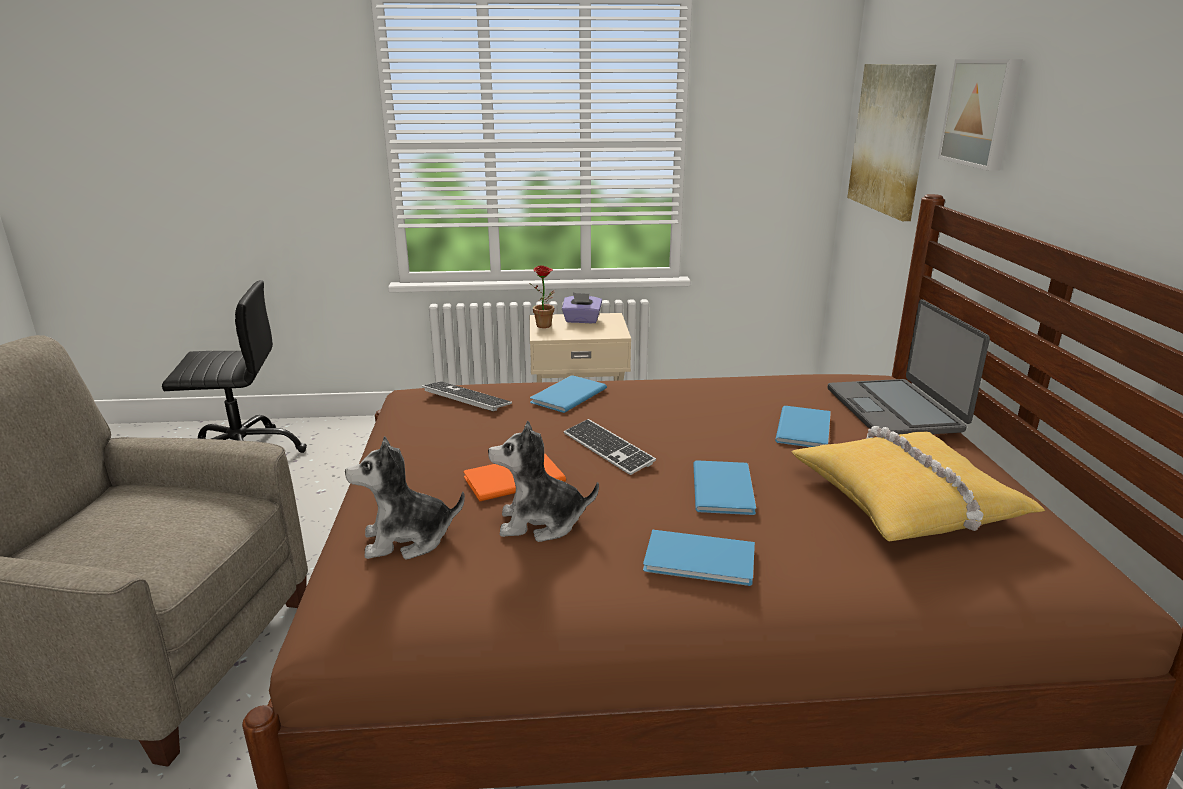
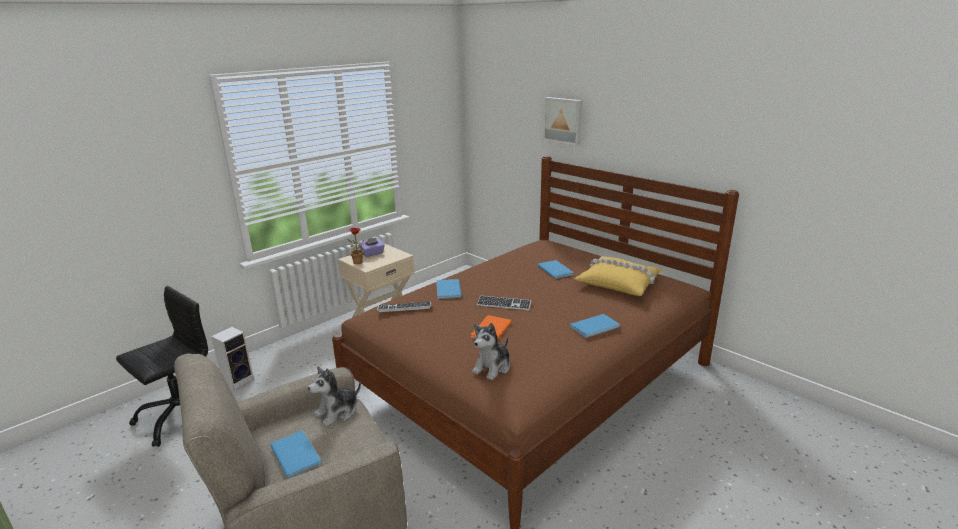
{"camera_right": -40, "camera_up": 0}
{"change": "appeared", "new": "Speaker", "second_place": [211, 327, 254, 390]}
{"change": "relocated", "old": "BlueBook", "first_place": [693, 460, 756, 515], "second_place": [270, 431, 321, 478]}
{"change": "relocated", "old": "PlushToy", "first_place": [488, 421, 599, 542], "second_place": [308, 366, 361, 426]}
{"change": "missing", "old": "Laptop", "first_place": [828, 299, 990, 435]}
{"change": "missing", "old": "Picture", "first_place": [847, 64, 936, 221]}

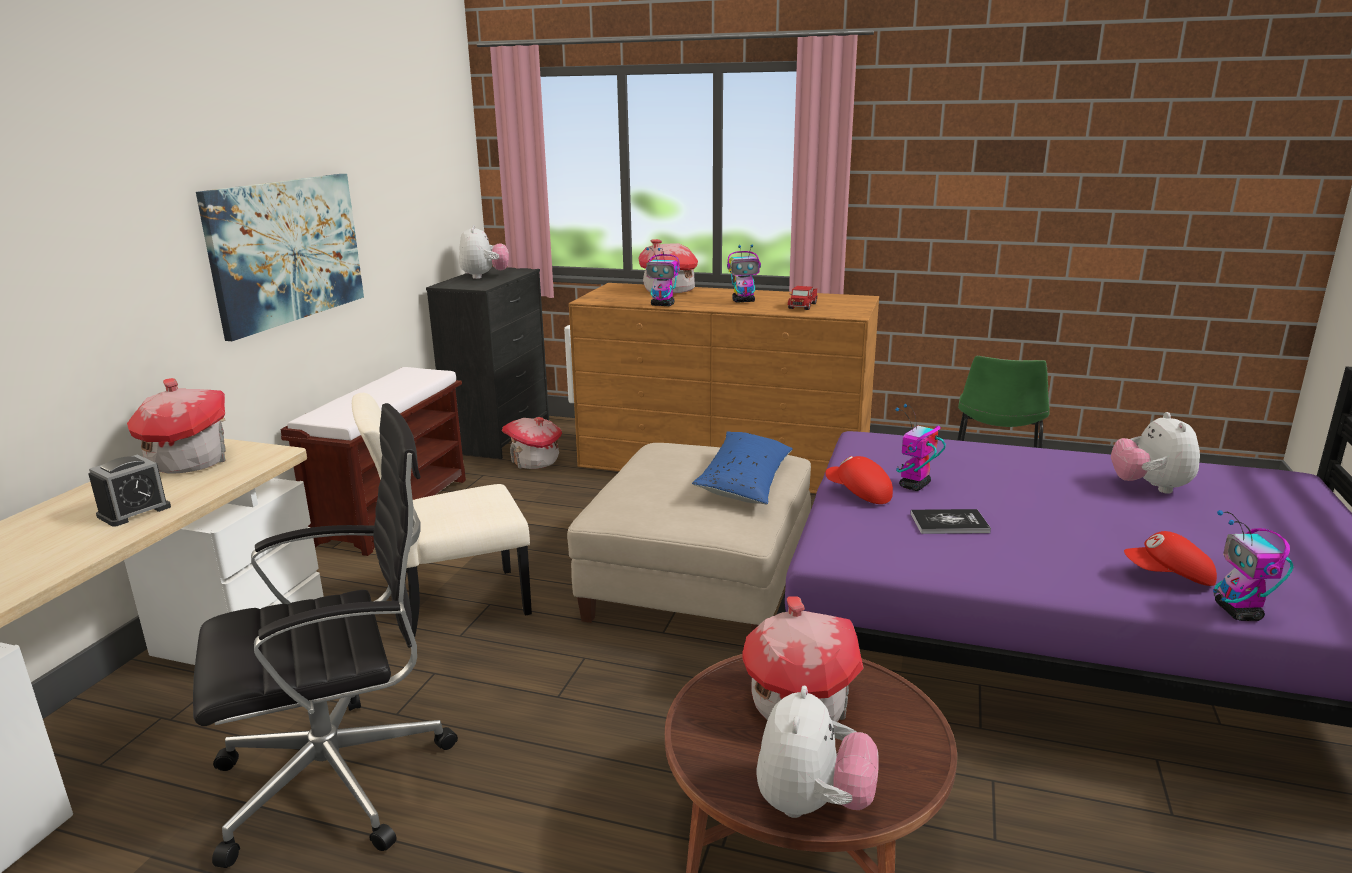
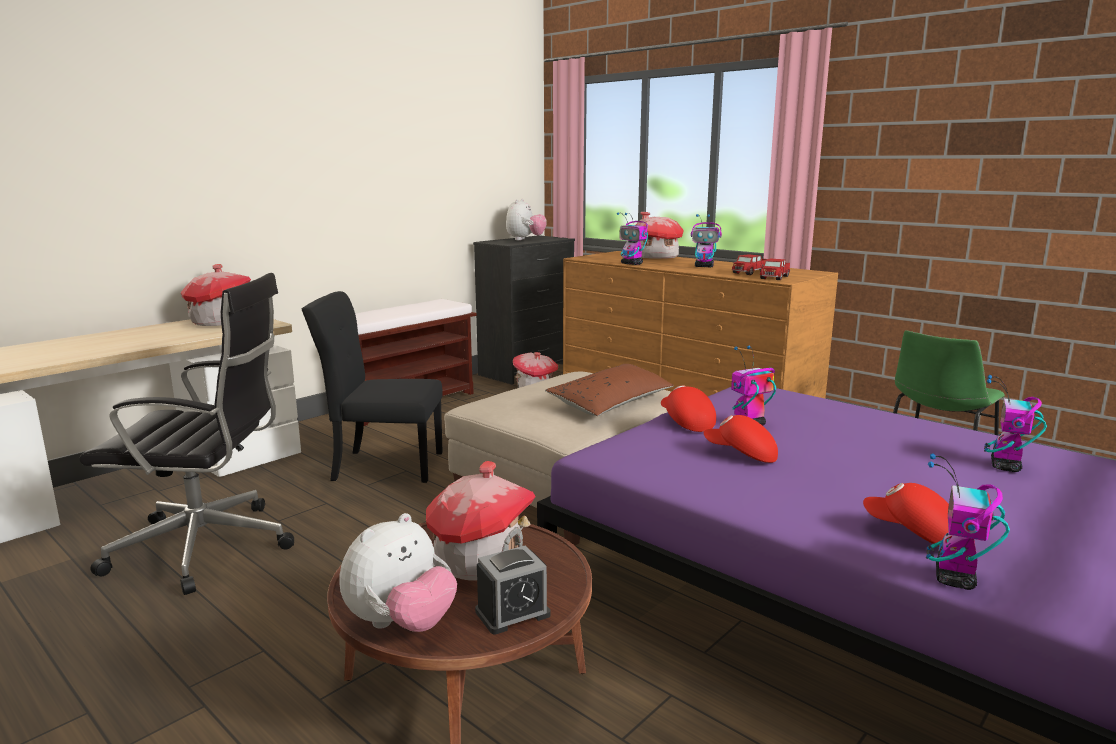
{"camera_right": 25, "camera_up": -5}
{"change": "colour", "old": "BeigeChair", "new": "BlackChair", "first_place": [352, 393, 532, 637], "second_place": [302, 291, 443, 483]}
{"change": "relocated", "old": "AlarmClock", "first_place": [88, 455, 171, 527], "second_place": [475, 545, 551, 634]}
{"change": "colour", "old": "BluePillow", "new": "BrownPillow", "first_place": [692, 431, 793, 504], "second_place": [545, 364, 674, 416]}
{"change": "exchanged", "old": "Book", "new": "RedCap", "first_place": [911, 509, 991, 534], "second_place": [704, 415, 778, 463]}
{"change": "appeared", "new": "ToyTruck", "second_place": [760, 258, 790, 280]}
{"change": "exchanged", "old": "PlushToy", "new": "ToyRobot", "first_place": [1111, 412, 1200, 494], "second_place": [984, 375, 1047, 472]}
{"change": "missing", "old": "Picture", "first_place": [196, 174, 364, 341]}

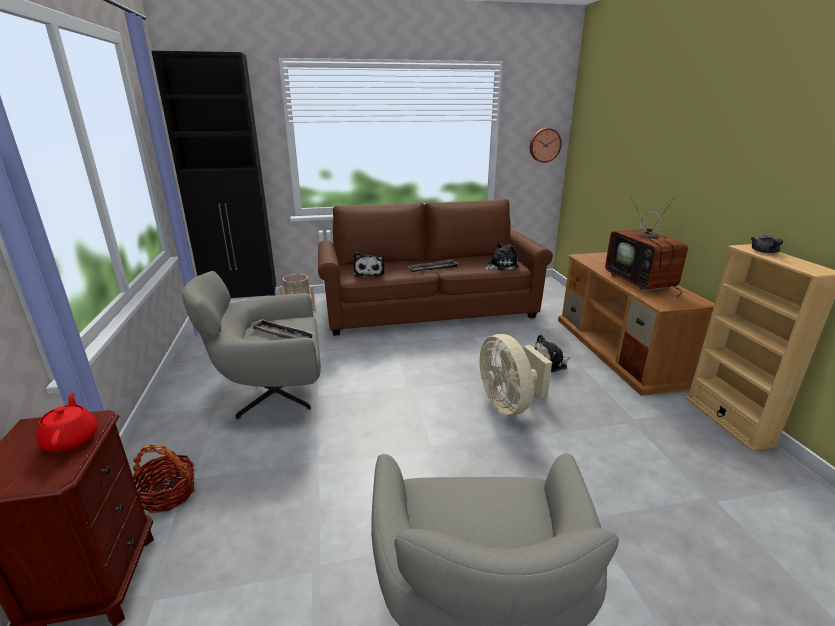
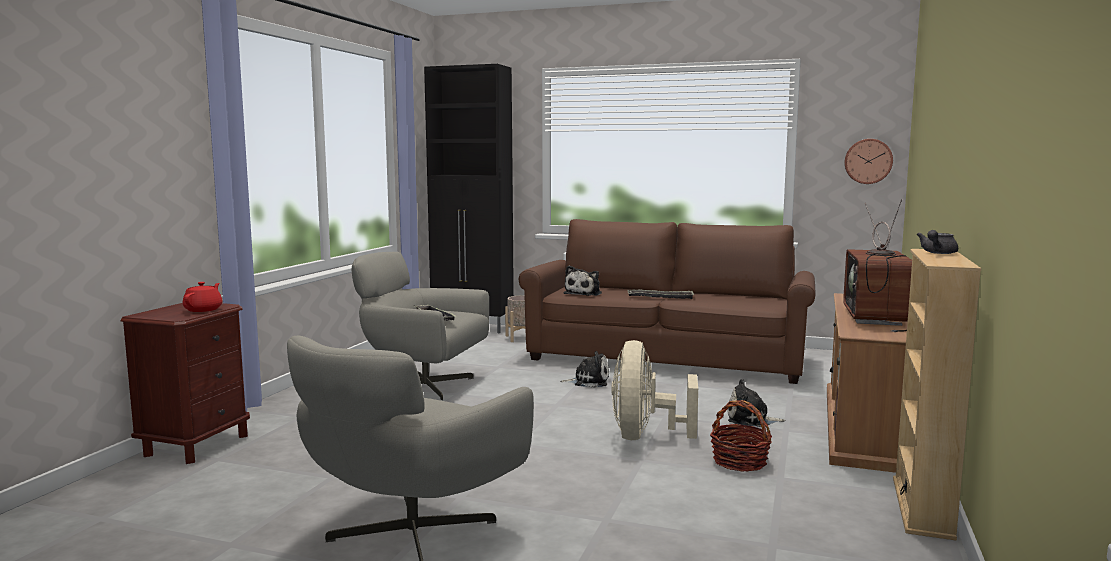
{"camera_right": 30, "camera_up": -15}
{"change": "relocated", "old": "PlushToy", "first_place": [484, 243, 519, 270], "second_place": [560, 351, 609, 388]}
{"change": "relocated", "old": "Basket", "first_place": [133, 445, 195, 514], "second_place": [710, 400, 772, 472]}

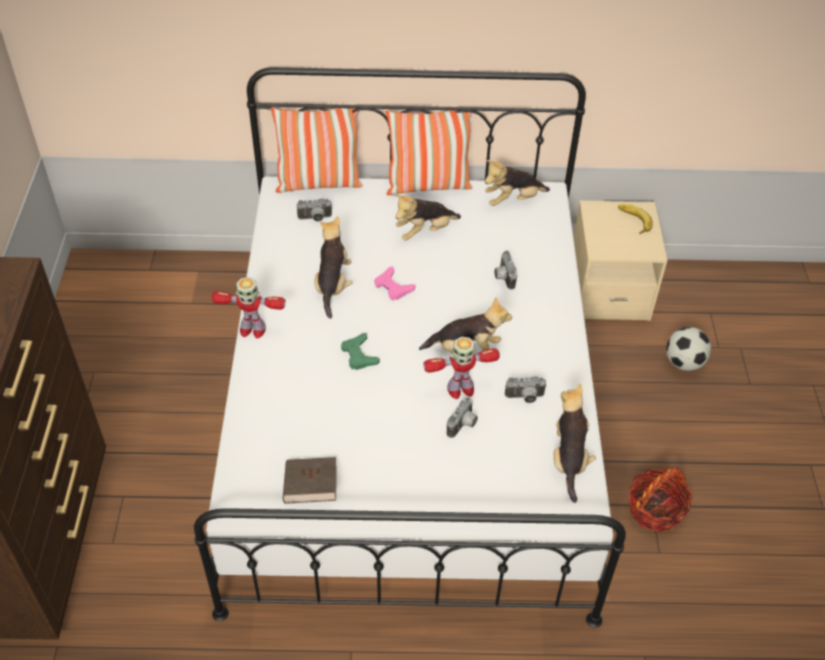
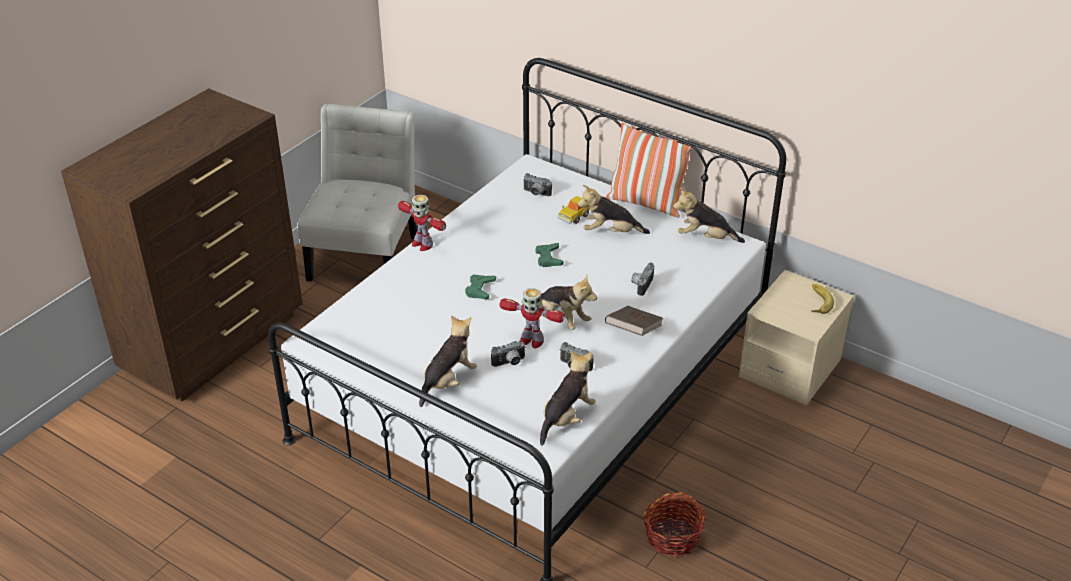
{"camera_right": 35, "camera_up": -10}
{"change": "appeared", "new": "WhiteChair", "second_place": [297, 104, 417, 282]}
{"change": "relocated", "old": "PlushToy", "first_place": [315, 216, 353, 319], "second_place": [419, 316, 477, 407]}
{"change": "colour", "old": "PinkGameController", "new": "GreenGameController", "first_place": [374, 266, 415, 301], "second_place": [535, 243, 564, 267]}
{"change": "appeared", "new": "ToyCar", "second_place": [558, 196, 590, 224]}
{"change": "relocated", "old": "BrownBook", "first_place": [283, 457, 336, 504], "second_place": [605, 306, 663, 336]}
{"change": "missing", "old": "Pillow", "first_place": [271, 108, 363, 193]}
{"change": "missing", "old": "Football", "first_place": [666, 327, 711, 371]}

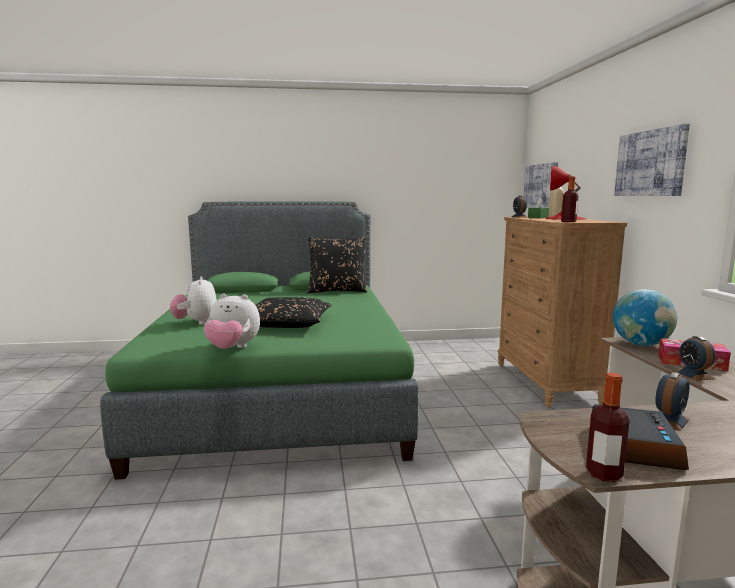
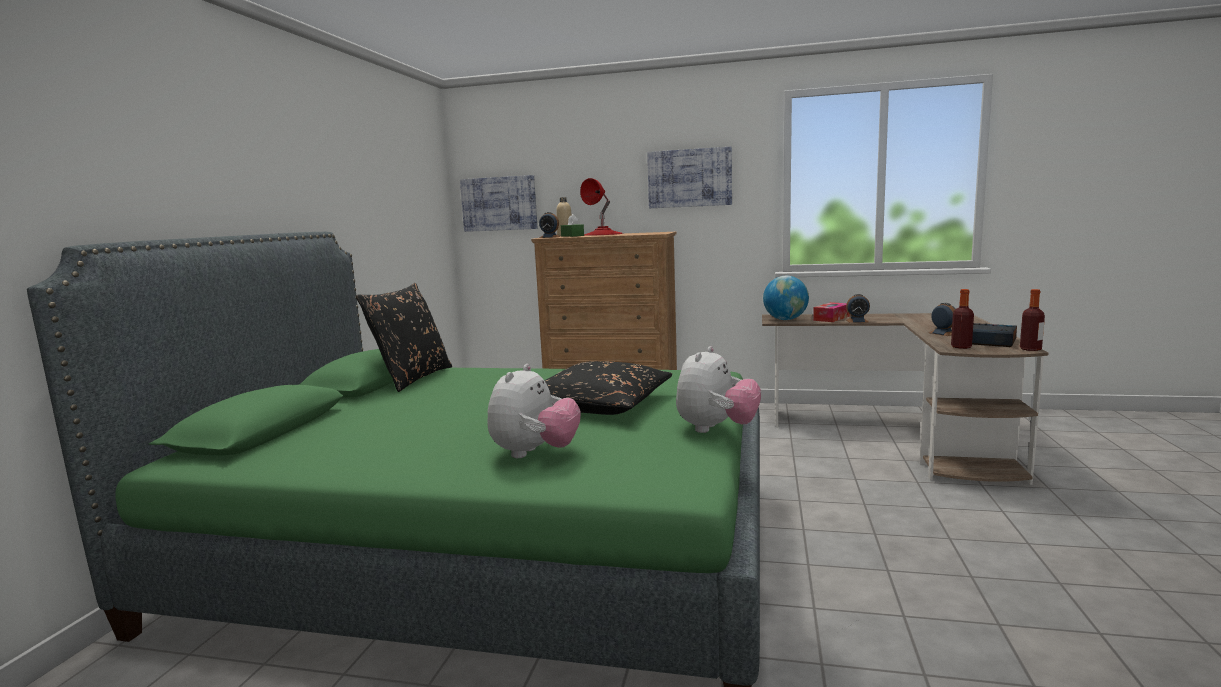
{"camera_right": -70, "camera_up": 0}
{"change": "spun", "old": "PlushToy", "first_place": [170, 277, 217, 325], "second_place": [487, 364, 581, 458], "degrees": -75}
{"change": "relocated", "old": "Bottle", "first_place": [561, 177, 578, 222], "second_place": [951, 289, 974, 349]}

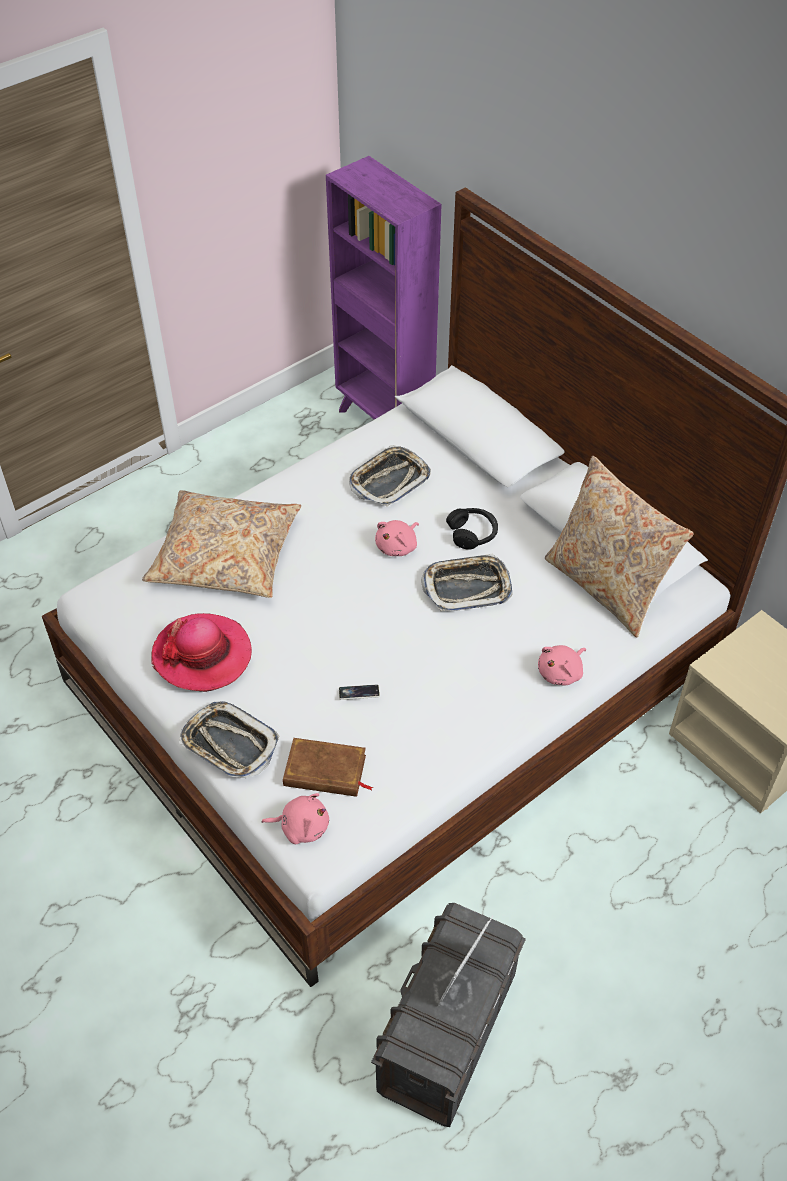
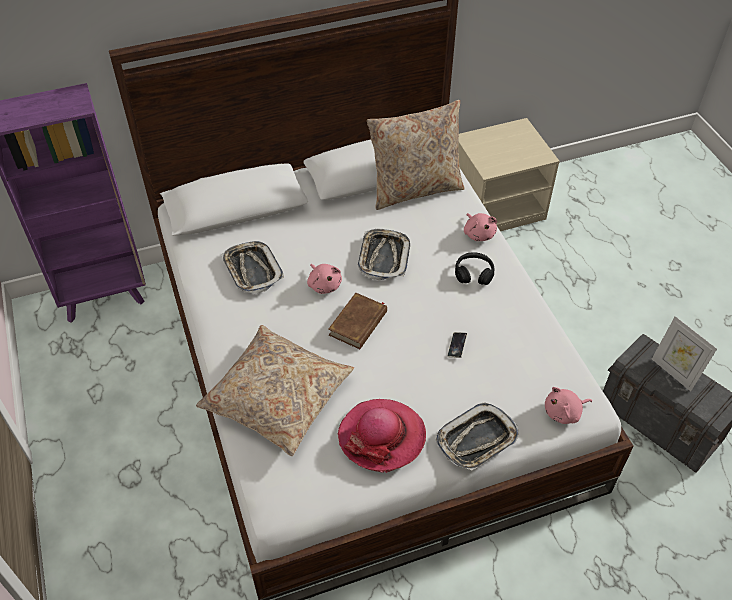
{"camera_right": -70, "camera_up": 0}
{"change": "relocated", "old": "BrownBook", "first_place": [283, 738, 373, 797], "second_place": [328, 293, 387, 349]}
{"change": "relocated", "old": "BlackHeadphones", "first_place": [446, 508, 498, 550], "second_place": [455, 252, 495, 285]}
{"change": "spun", "old": "PinkPlushToy", "first_place": [262, 793, 329, 844], "second_place": [545, 387, 592, 424], "degrees": -135}

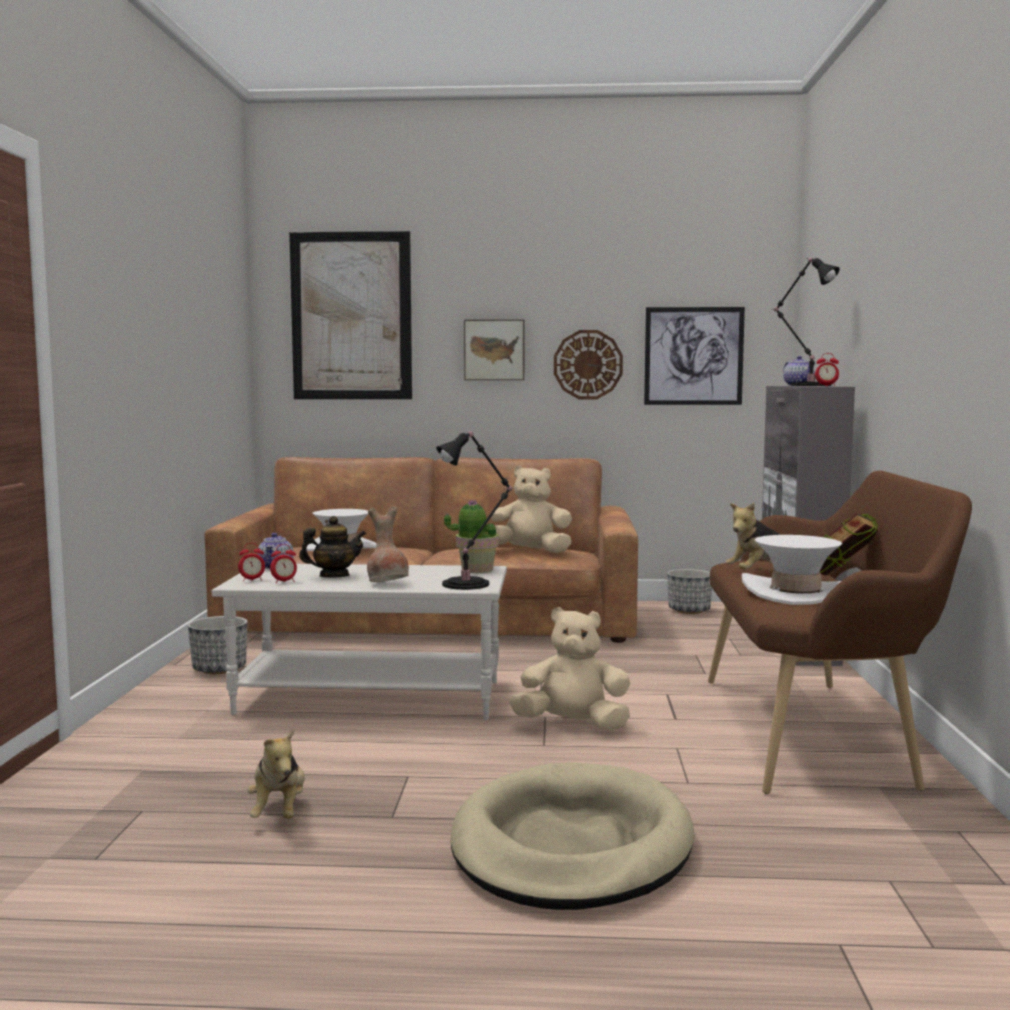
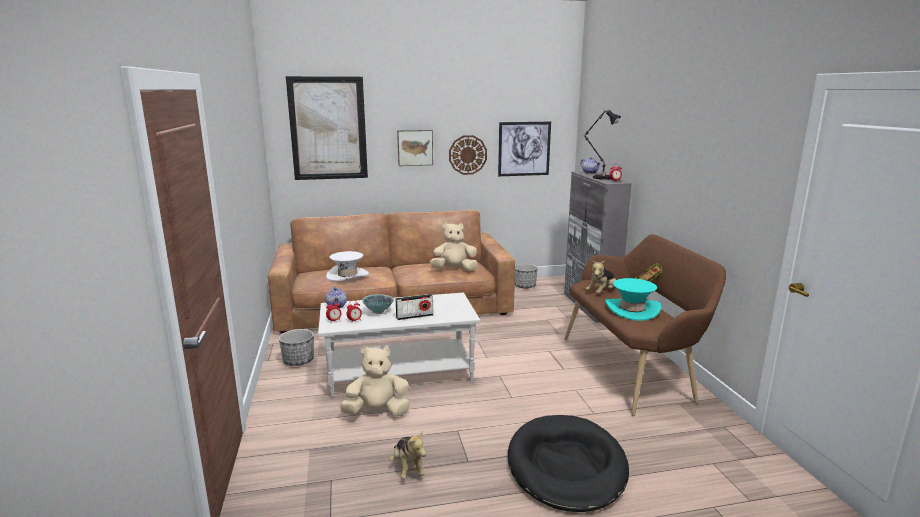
{"camera_right": -15, "camera_up": 10}
{"change": "relocated", "old": "BeigePlushToy", "first_place": [509, 607, 630, 731], "second_place": [340, 346, 410, 416]}
{"change": "exchanged", "old": "Teapot", "new": "Bowl", "first_place": [299, 516, 366, 577], "second_place": [362, 294, 394, 314]}
{"change": "exchanged", "old": "BrownVase", "new": "Radio", "first_place": [367, 506, 409, 582], "second_place": [396, 294, 433, 320]}
{"change": "colour", "old": "BeigeDogBed", "new": "BlackDogBed", "first_place": [451, 762, 694, 910], "second_place": [508, 415, 629, 512]}
{"change": "colour", "old": "WhiteHat", "new": "TurquoiseHat", "first_place": [742, 535, 842, 605], "second_place": [605, 278, 661, 321]}
{"change": "missing", "old": "BlackTableLamp", "first_place": [436, 431, 512, 590]}
{"change": "missing", "old": "PottedPlant", "first_place": [444, 500, 499, 573]}

